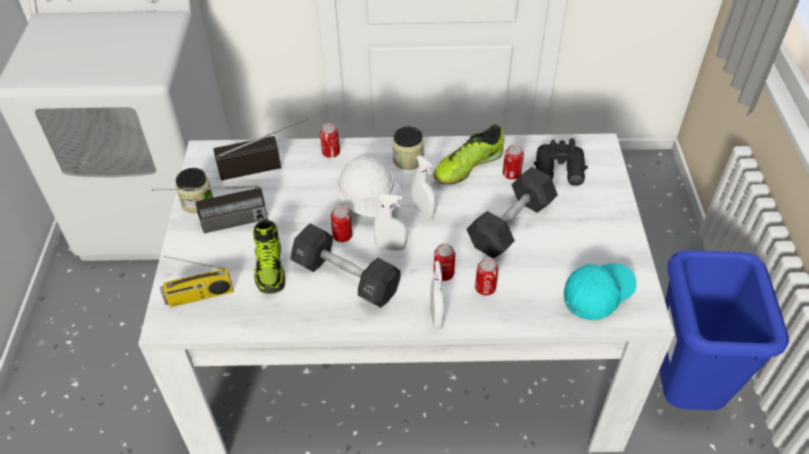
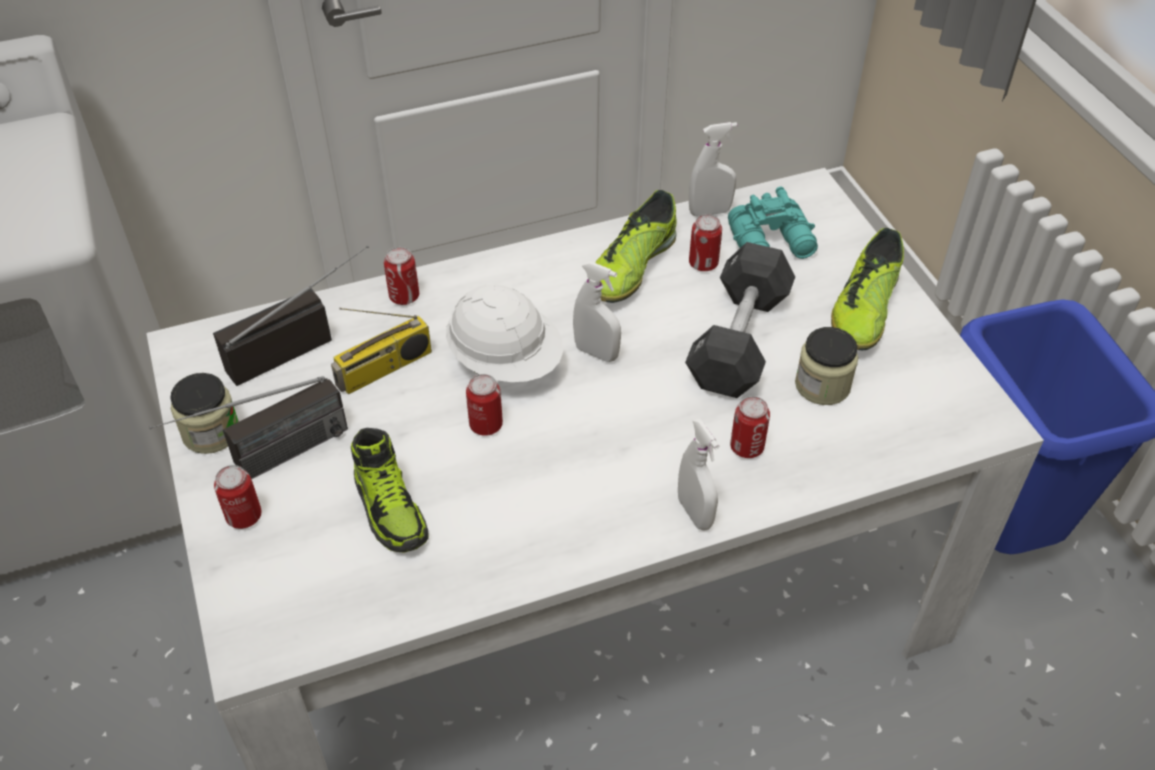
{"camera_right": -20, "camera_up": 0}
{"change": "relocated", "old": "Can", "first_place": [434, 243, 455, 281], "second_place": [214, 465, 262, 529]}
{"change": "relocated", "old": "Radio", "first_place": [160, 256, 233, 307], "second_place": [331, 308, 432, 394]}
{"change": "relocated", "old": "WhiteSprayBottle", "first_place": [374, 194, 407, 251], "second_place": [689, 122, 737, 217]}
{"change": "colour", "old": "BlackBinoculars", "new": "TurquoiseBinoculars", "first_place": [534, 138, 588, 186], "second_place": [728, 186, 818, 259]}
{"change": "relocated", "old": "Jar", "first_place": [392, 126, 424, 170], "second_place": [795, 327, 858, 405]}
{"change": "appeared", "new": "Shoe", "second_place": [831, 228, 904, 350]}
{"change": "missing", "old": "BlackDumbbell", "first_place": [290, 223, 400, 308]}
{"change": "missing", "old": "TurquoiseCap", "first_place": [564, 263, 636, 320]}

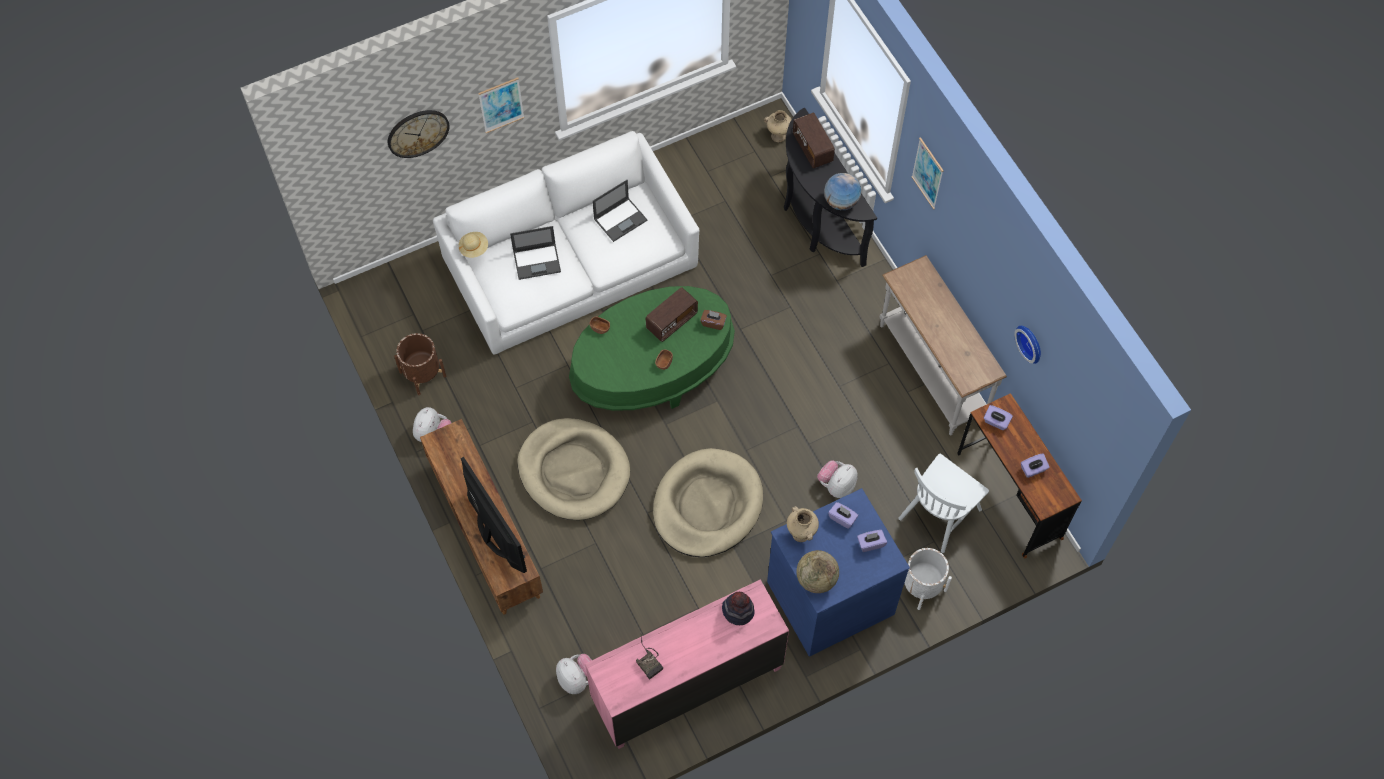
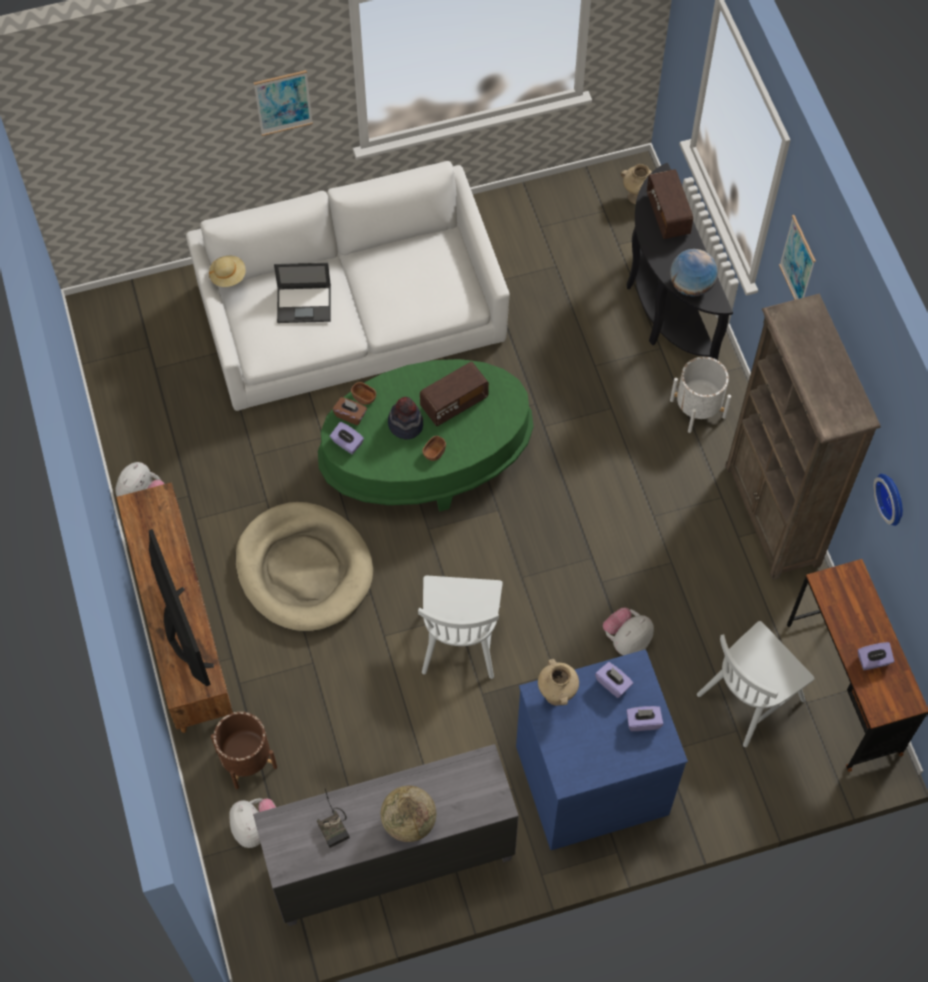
{"camera_right": 10, "camera_up": 0}
{"change": "relocated", "old": "BrownPlanter", "first_place": [394, 333, 446, 395], "second_place": [211, 712, 277, 789]}
{"change": "colour", "old": "PinkDresser", "new": "GreyDresser", "first_place": [585, 579, 789, 749], "second_place": [253, 744, 519, 926]}
{"change": "relocated", "old": "PurpleTissueBox", "first_place": [984, 405, 1013, 430], "second_place": [330, 422, 364, 454]}
{"change": "relocated", "old": "BrownTissueBox", "first_place": [700, 310, 727, 330], "second_place": [332, 397, 367, 425]}
{"change": "relocated", "old": "Globe", "first_place": [796, 550, 839, 593], "second_place": [381, 786, 436, 842]}
{"change": "relocated", "old": "Hat", "first_place": [722, 592, 754, 625], "second_place": [388, 397, 423, 440]}
{"change": "exchanged", "old": "BeigeDogBed", "new": "WhiteChair", "first_place": [653, 448, 763, 557], "second_place": [418, 575, 503, 679]}
{"change": "relocated", "old": "WhitePlanter", "first_place": [905, 548, 952, 610], "second_place": [670, 357, 731, 433]}
{"change": "exchanged", "old": "WhiteConsoleTable", "new": "BrownBookcase", "first_place": [880, 255, 1007, 435], "second_place": [725, 294, 880, 580]}
{"change": "missing", "old": "WallClock", "first_place": [388, 110, 450, 158]}
{"change": "missing", "old": "Laptop", "first_place": [592, 180, 647, 242]}

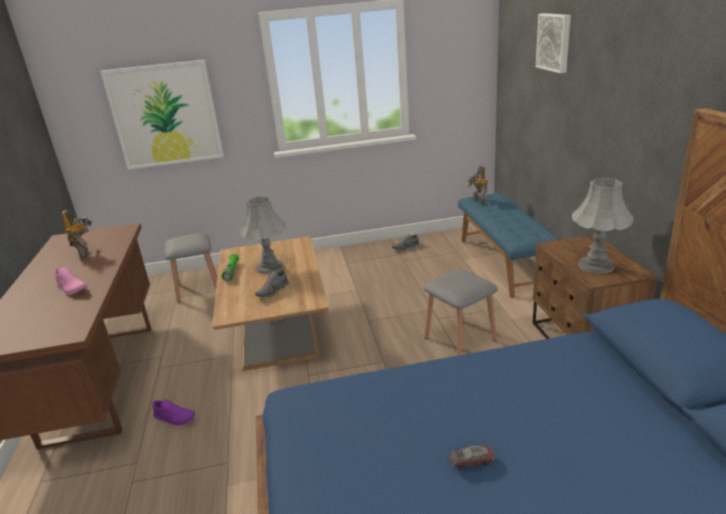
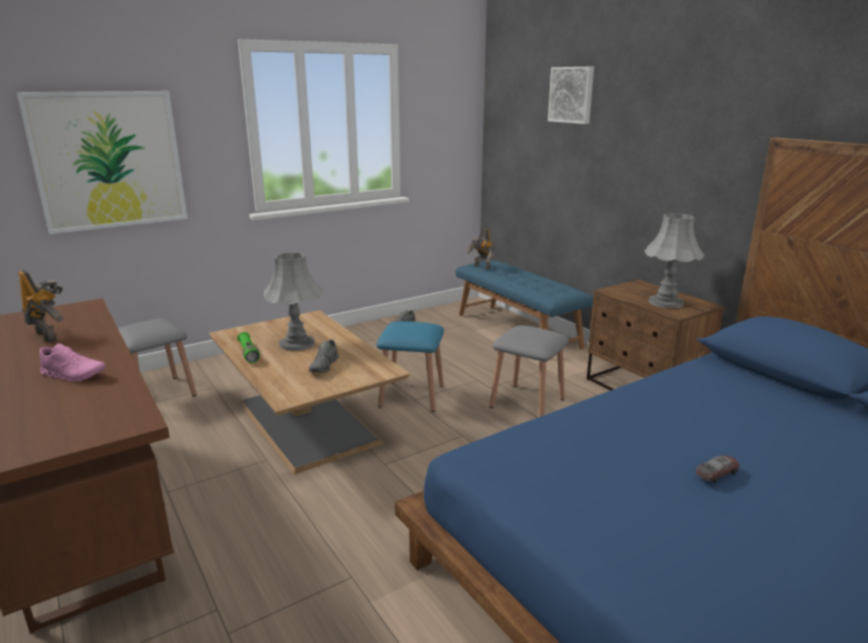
{"camera_right": -25, "camera_up": -5}
{"change": "appeared", "new": "BlueStool", "second_place": [376, 321, 444, 412]}
{"change": "missing", "old": "PurpleShoe", "first_place": [153, 399, 195, 426]}

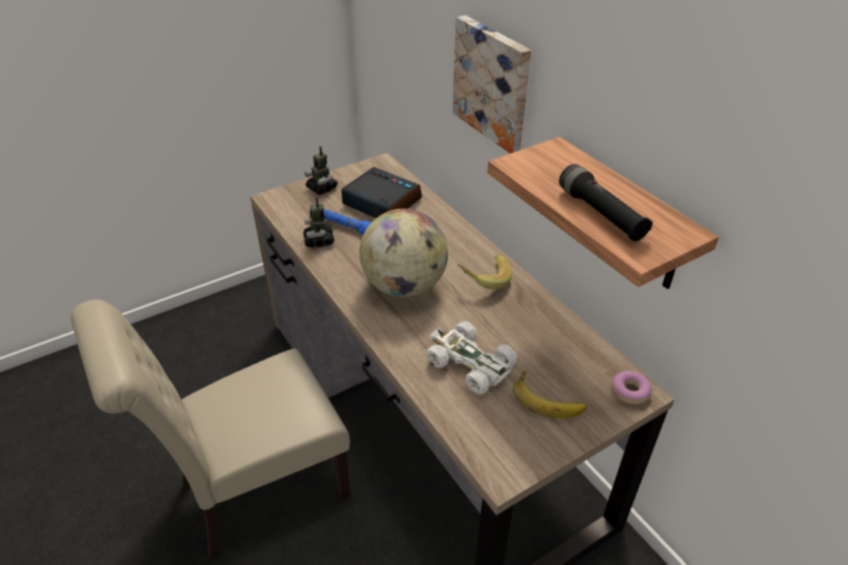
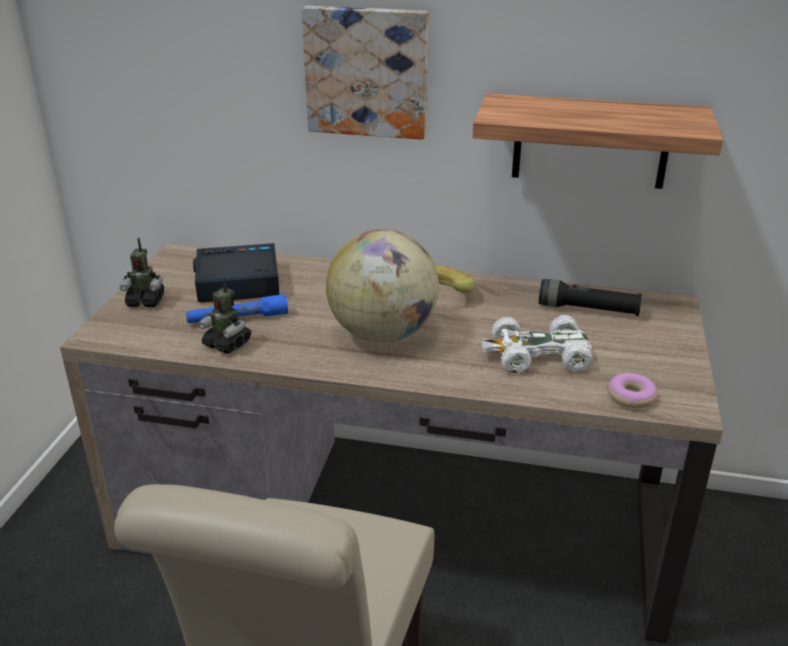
{"camera_right": -45, "camera_up": -10}
{"change": "relocated", "old": "BlackFlashlight", "first_place": [559, 164, 653, 241], "second_place": [539, 279, 642, 316]}
{"change": "relocated", "old": "Donut", "first_place": [611, 371, 652, 405], "second_place": [607, 373, 657, 408]}
{"change": "missing", "old": "Banana", "first_place": [513, 370, 587, 418]}

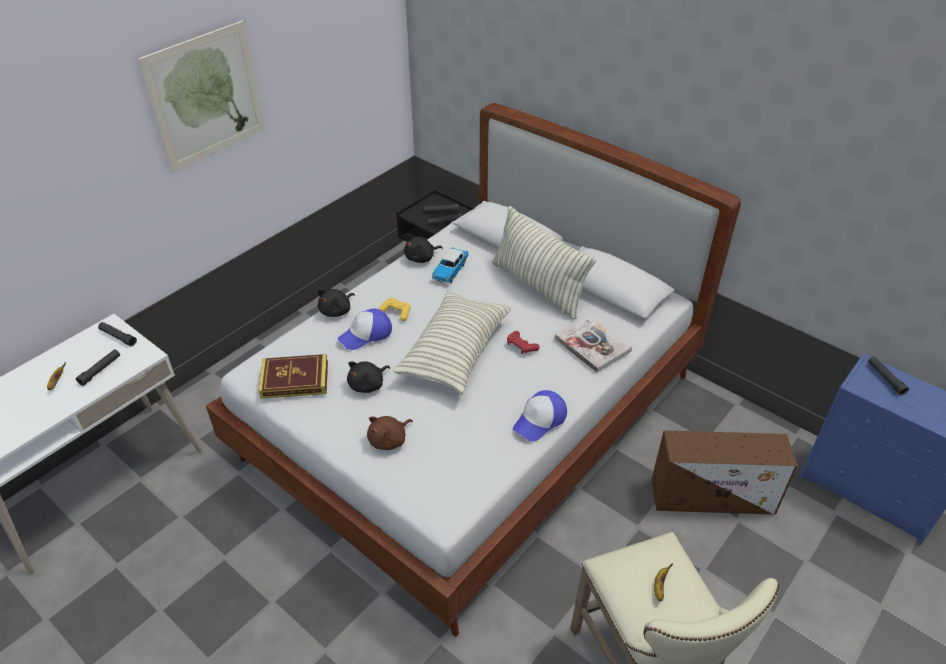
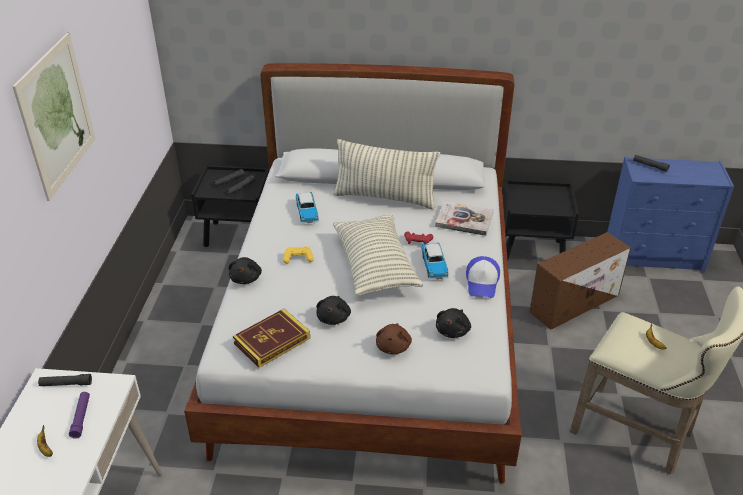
{"camera_right": -35, "camera_up": -5}
{"change": "colour", "old": "BlackFlashlight", "new": "PurpleFlashlight", "first_place": [76, 349, 120, 386], "second_place": [69, 392, 90, 439]}
{"change": "appeared", "new": "ToyCar", "second_place": [421, 242, 449, 279]}
{"change": "relocated", "old": "BlackPlushToy", "first_place": [404, 234, 443, 263], "second_place": [436, 308, 471, 338]}
{"change": "appeared", "new": "BlackNightstand", "second_place": [503, 180, 579, 260]}
{"change": "missing", "old": "Cap", "first_place": [338, 309, 392, 350]}

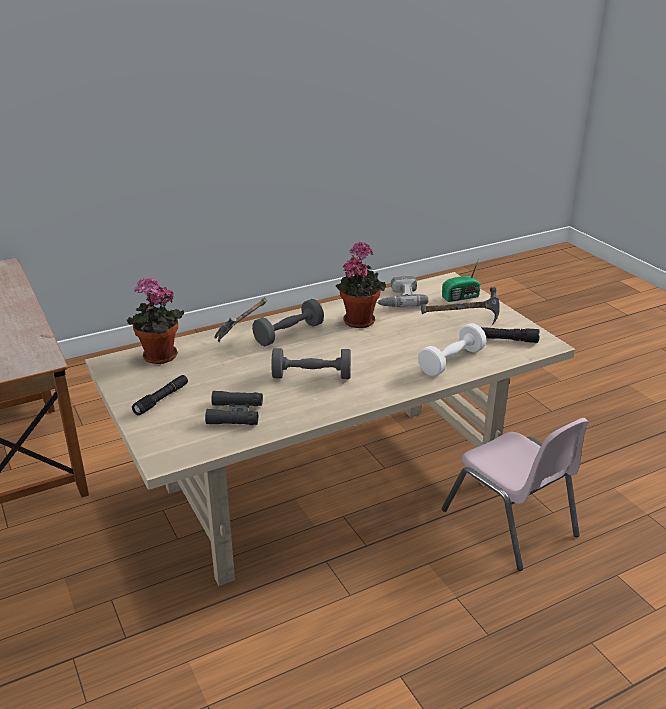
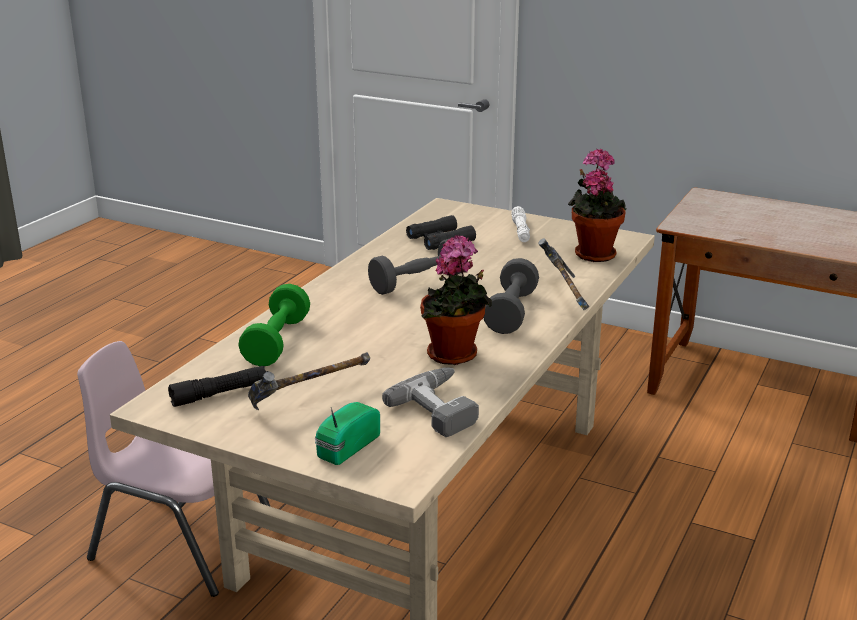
{"camera_right": 145, "camera_up": -5}
{"change": "colour", "old": "WhiteDumbbell", "new": "GreenDumbbell", "first_place": [418, 323, 487, 377], "second_place": [238, 284, 310, 366]}
{"change": "colour", "old": "BlackFlashlight", "new": "WhiteFlashlight", "first_place": [132, 375, 188, 415], "second_place": [511, 206, 530, 242]}

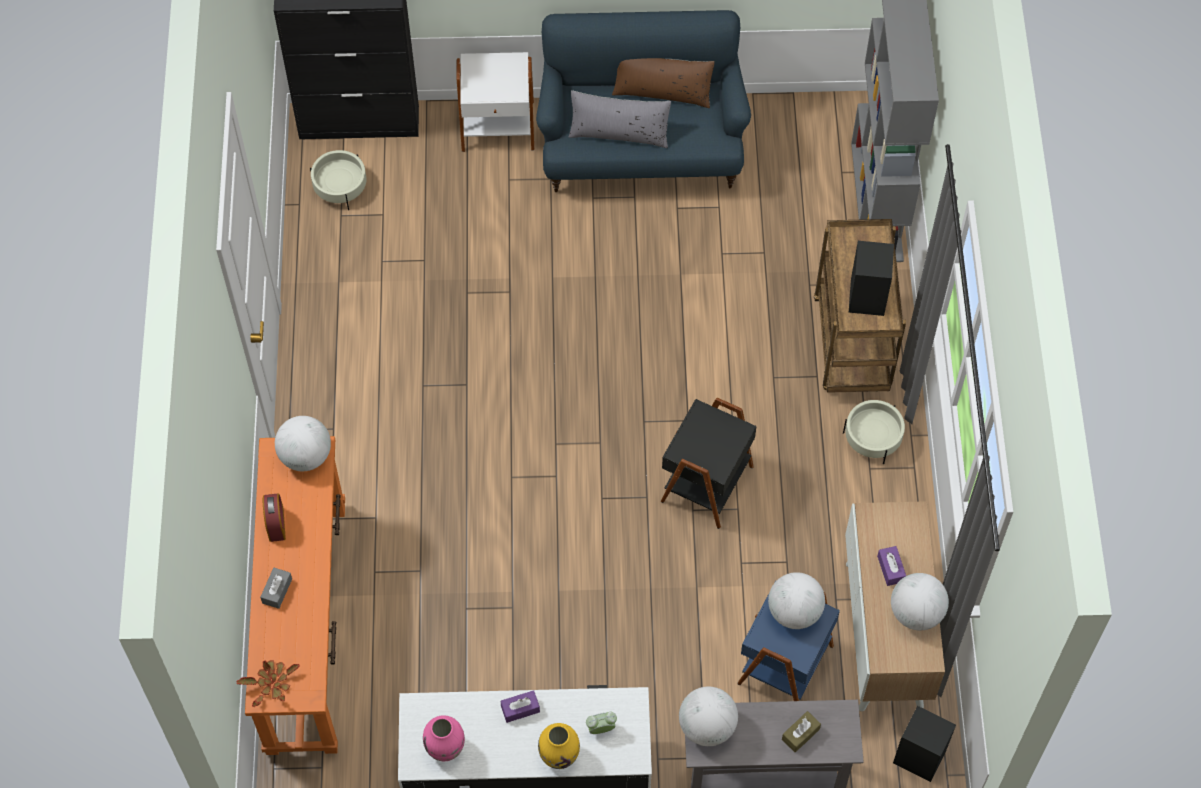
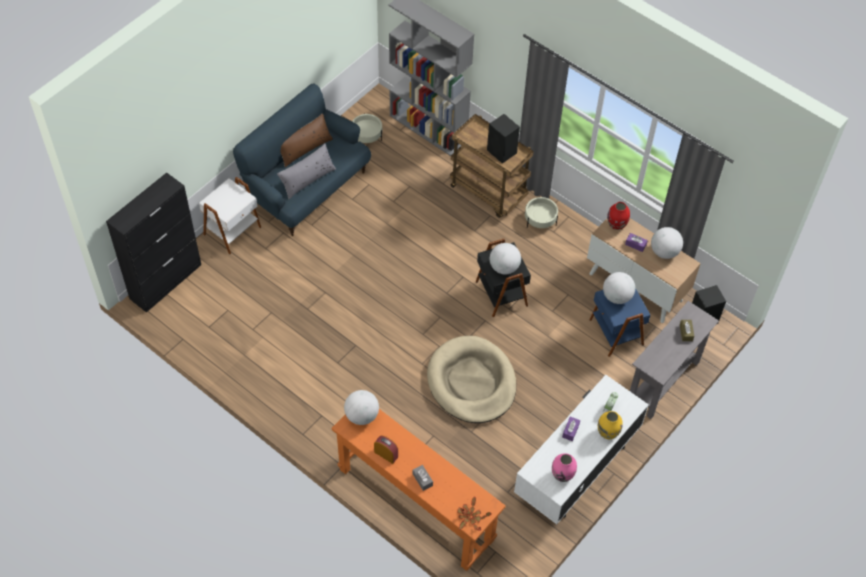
{"camera_right": -50, "camera_up": -5}
{"change": "relocated", "old": "BeigePlanter", "first_place": [310, 150, 367, 210], "second_place": [352, 113, 382, 143]}
{"change": "appeared", "new": "BeigeDogBed", "second_place": [427, 336, 516, 423]}
{"change": "relocated", "old": "Globe", "first_place": [679, 687, 738, 746], "second_place": [490, 243, 521, 274]}
{"change": "appeared", "new": "RedVase", "second_place": [607, 202, 630, 230]}

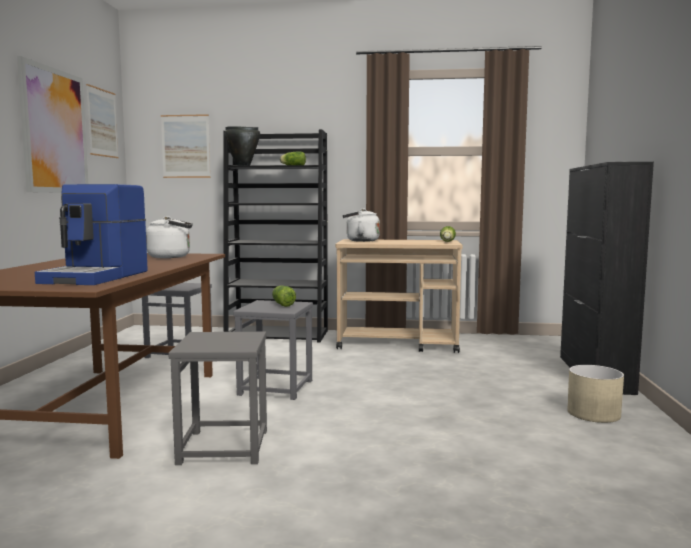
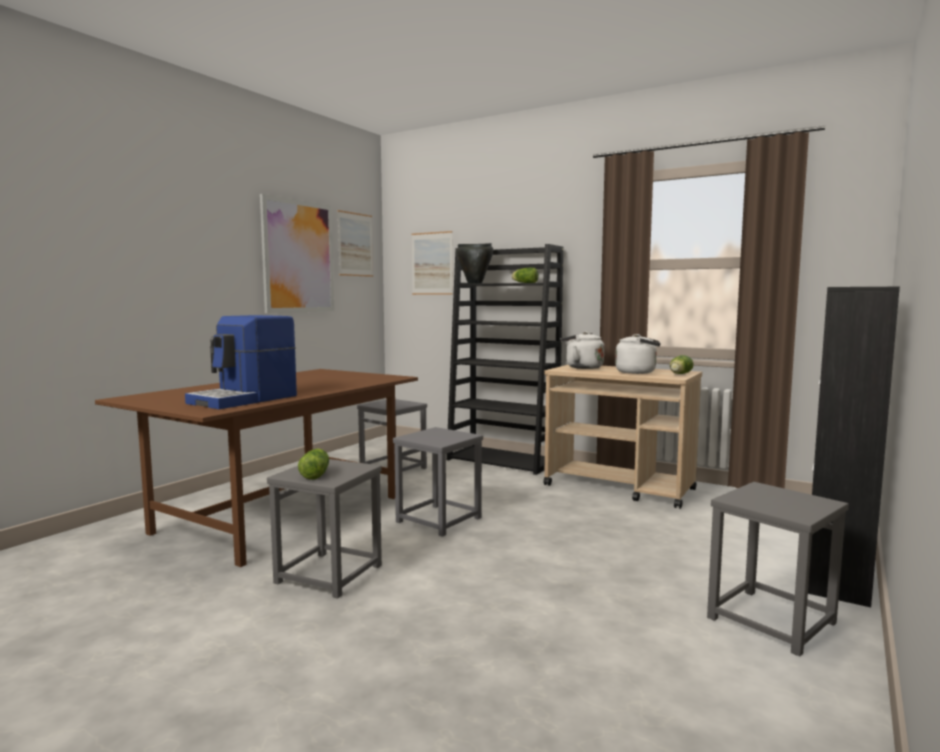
{"camera_right": 25, "camera_up": 0}
{"change": "relocated", "old": "Lettuce", "first_place": [272, 286, 296, 307], "second_place": [298, 448, 329, 480]}
{"change": "relocated", "old": "WhiteKettle", "first_place": [146, 216, 193, 258], "second_place": [615, 334, 661, 374]}
{"change": "exchanged", "old": "BeigePlanter", "new": "GreyStool", "first_place": [567, 365, 624, 423], "second_place": [707, 482, 849, 657]}

